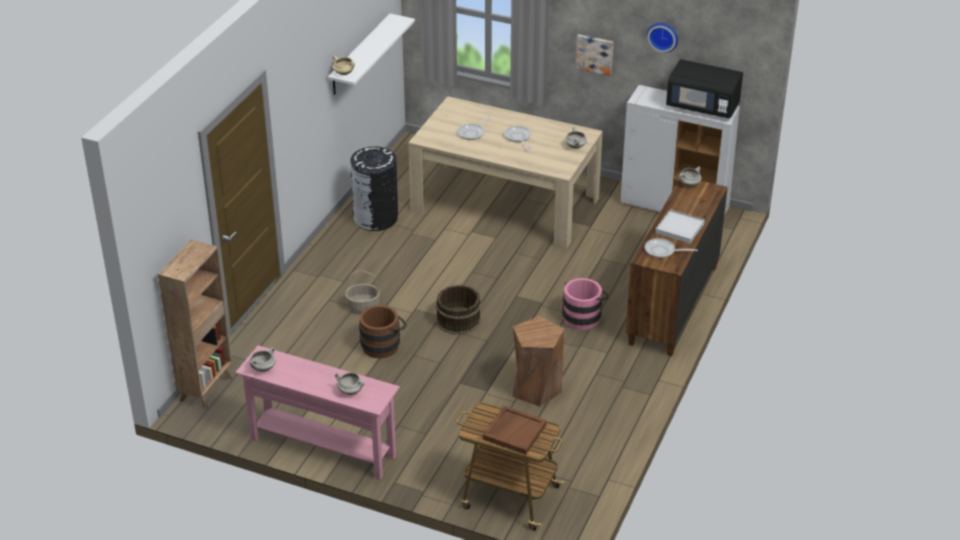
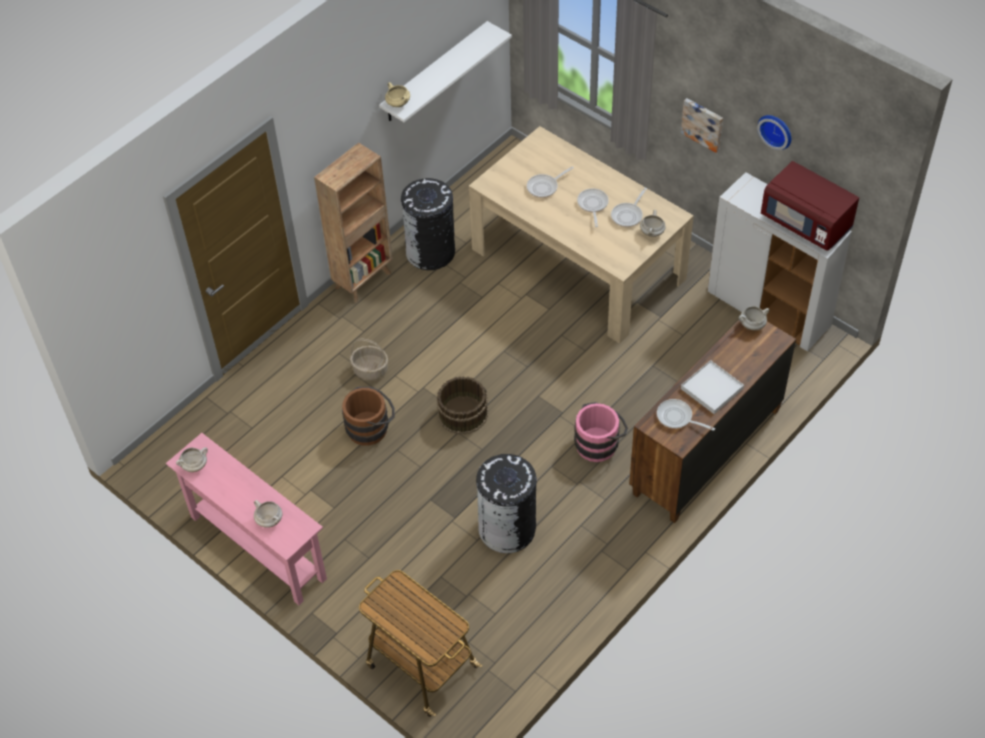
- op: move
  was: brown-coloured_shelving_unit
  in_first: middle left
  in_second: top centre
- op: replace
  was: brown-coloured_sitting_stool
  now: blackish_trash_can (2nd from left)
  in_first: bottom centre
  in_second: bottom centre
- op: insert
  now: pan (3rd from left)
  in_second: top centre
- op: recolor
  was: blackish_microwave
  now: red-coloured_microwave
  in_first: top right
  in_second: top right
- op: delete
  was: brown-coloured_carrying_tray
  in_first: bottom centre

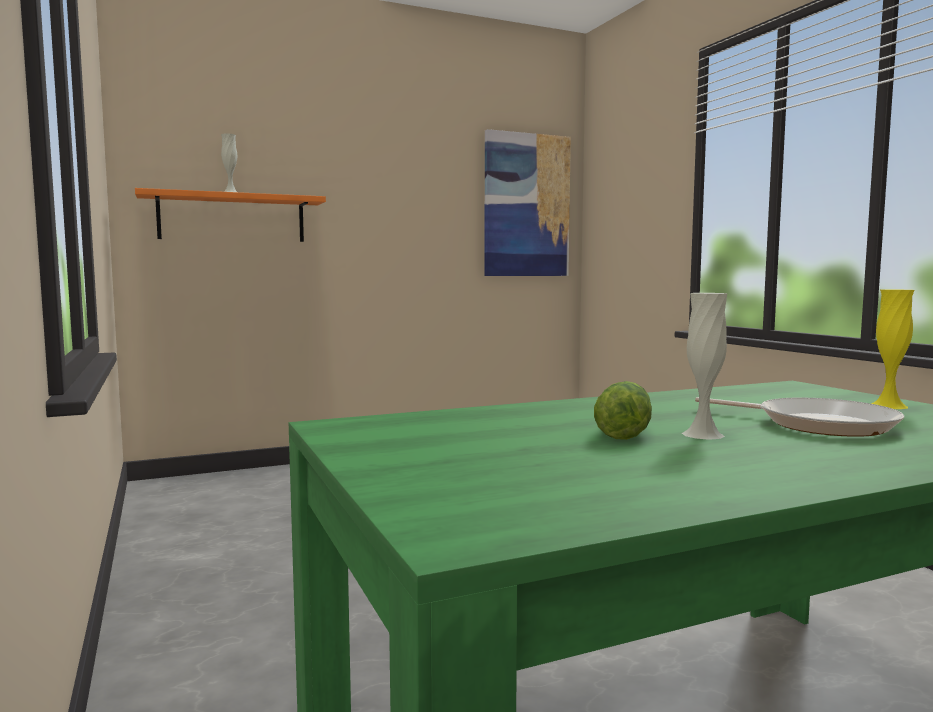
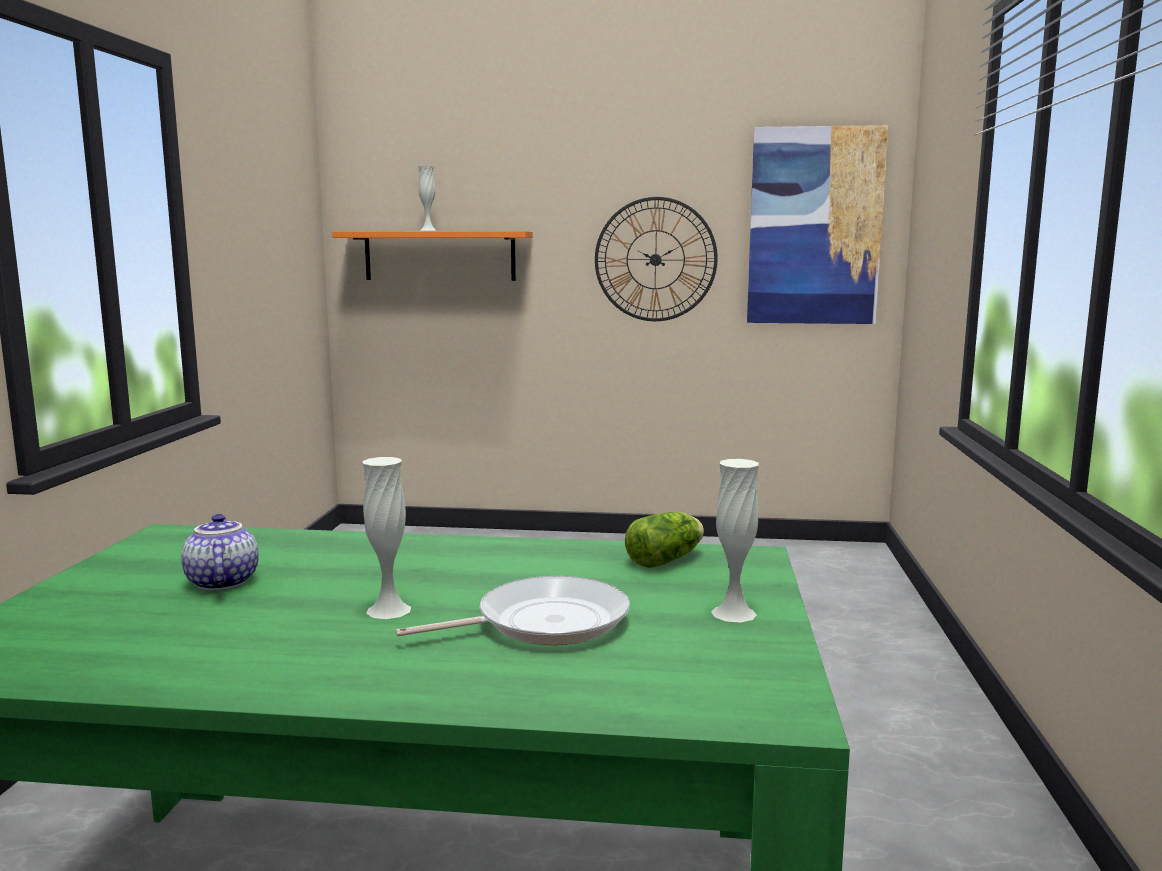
- op: insert
  now: teapot
  in_second: middle left
- op: rotate
  was: pan
  in_first: middle right
  in_second: bottom centre
  clockwise: -90
- op: insert
  now: clock_on_the_wall
  in_second: top centre
- op: move
  was: head_of_lettuce
  in_first: middle right
  in_second: centre
- op: recolor
  was: yellowish_flower_vase
  now: white_flower_vase (3rd from left)
  in_first: middle right
  in_second: centre

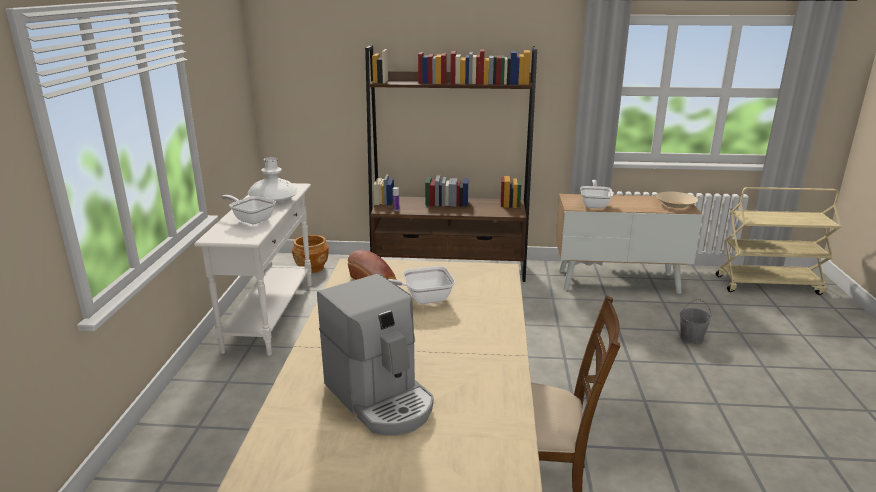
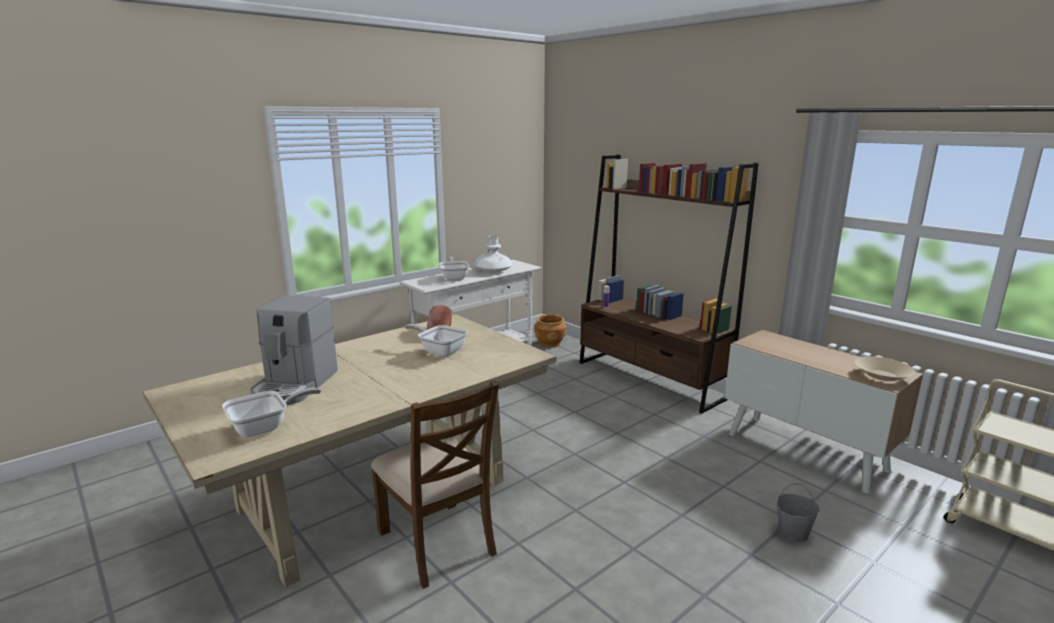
- op: move
  was: pan (3rd from left in the first image)
  now: pan (1st from left)
  in_first: middle right
  in_second: middle left

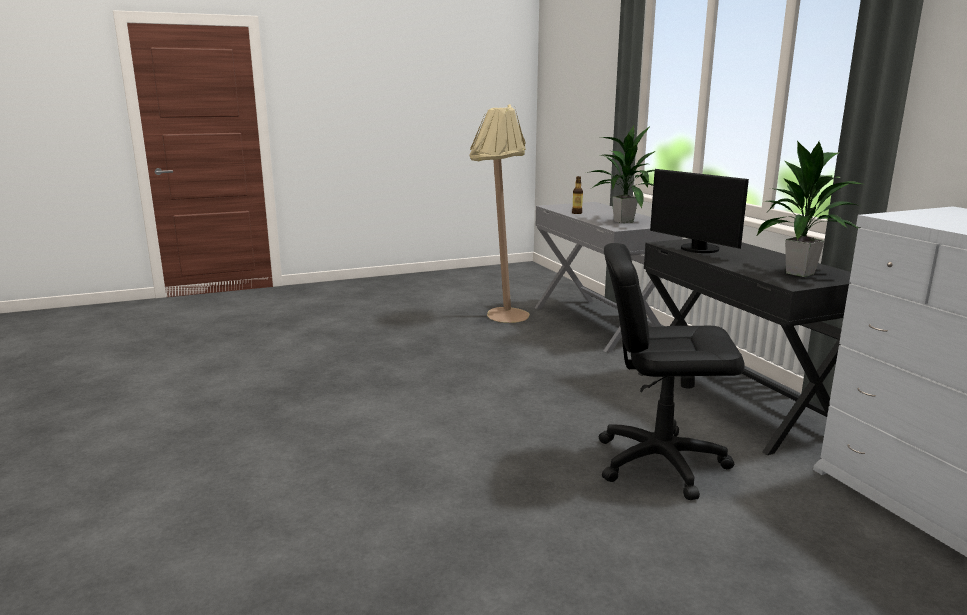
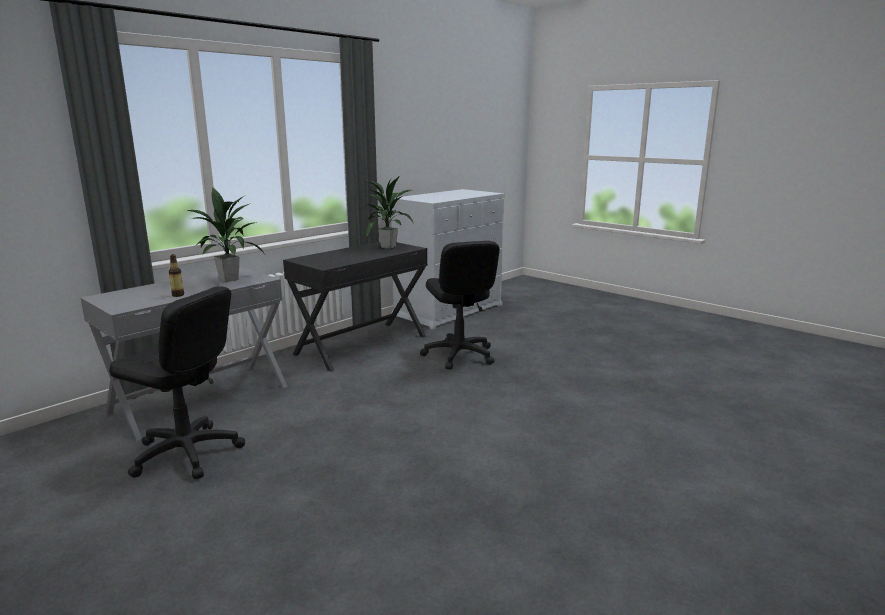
- op: replace
  was: beige_floor_lamp
  now: blackish_computer_chair (1st from left)
  in_first: centre
  in_second: middle left
- op: delete
  was: monitor
  in_first: middle right

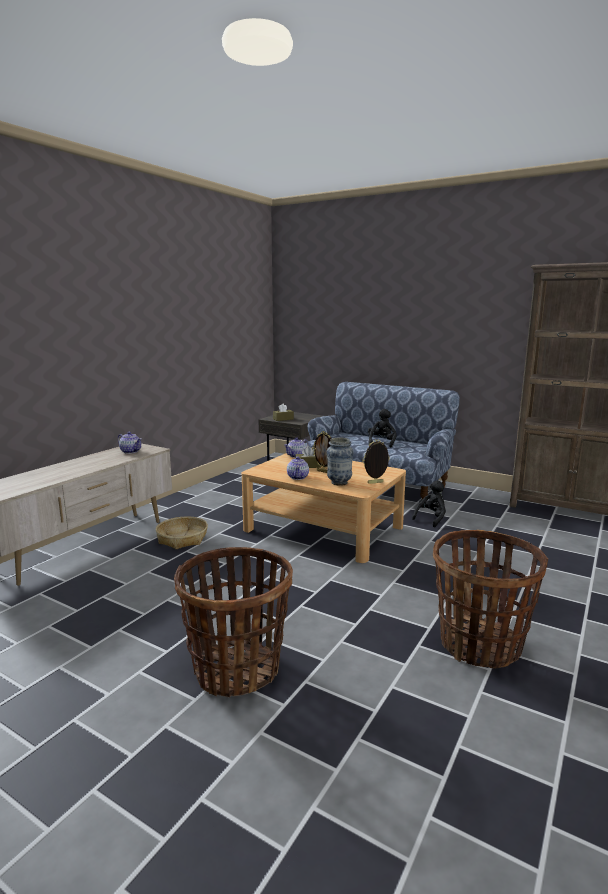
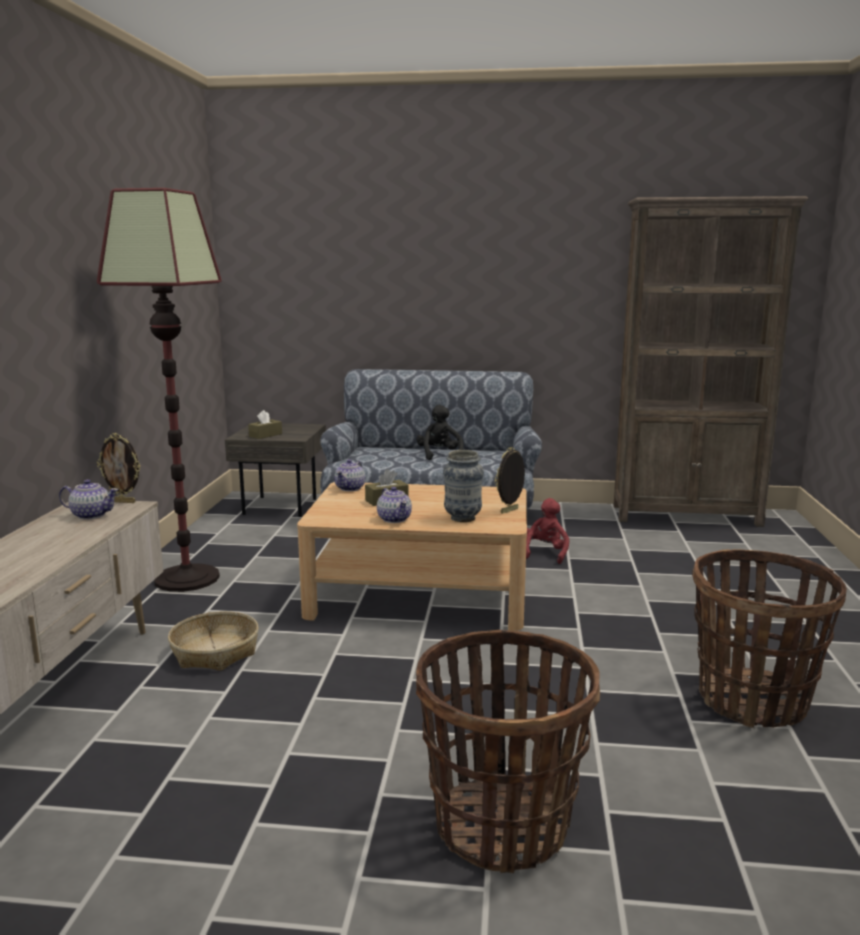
- op: insert
  now: floor_lamp
  in_second: middle left
- op: move
  was: standing_frame (1st from left)
  in_first: centre
  in_second: middle left
- op: recolor
  was: blackish_plush_toy (2nd from left)
  now: red-coloured_plush_toy
  in_first: middle right
  in_second: centre

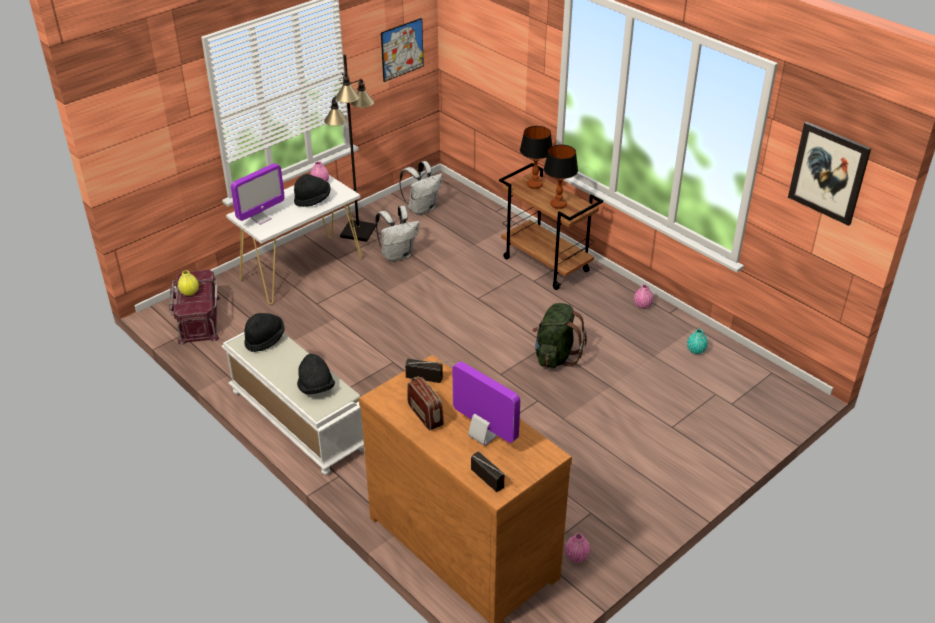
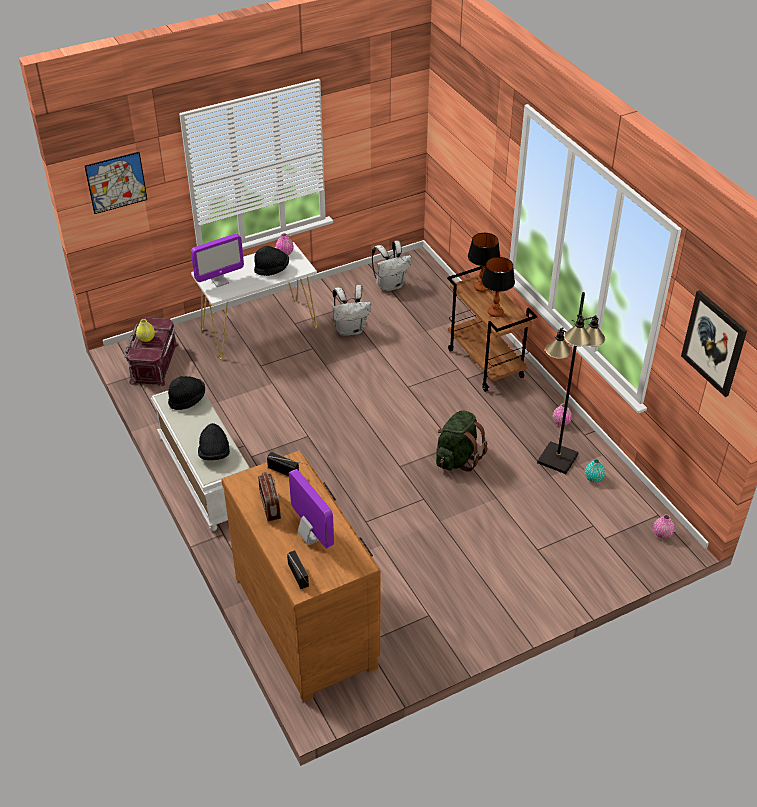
- op: move
  was: picture (1st from left)
  in_first: top centre
  in_second: top left
- op: move
  was: blackish_floor_lamp
  in_first: top centre
  in_second: middle right
- op: move
  was: pink_flower_vase (2nd from left in the first image)
  now: pink_flower_vase (3rd from left)
  in_first: bottom centre
  in_second: middle right

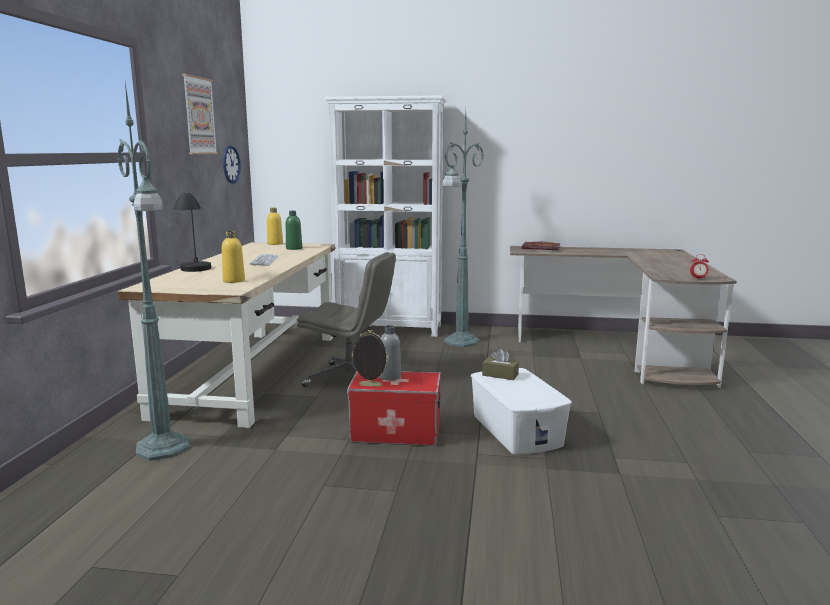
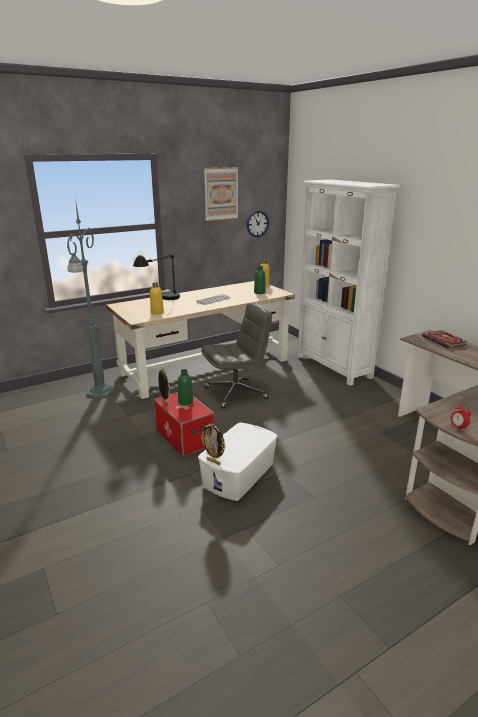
- op: recolor
  was: greyish_drink_bottle
  now: green_drink_bottle (1st from left)
  in_first: centre
  in_second: centre
- op: rotate
  was: greyish_computer_chair
  in_first: centre
  in_second: centre
  clockwise: -90
- op: insert
  now: standing_frame (2nd from left)
  in_second: centre
- op: delete
  was: green_floor_lamp (2nd from left)
  in_first: centre
- op: delete
  was: brown-coloured_tissue_box
  in_first: centre

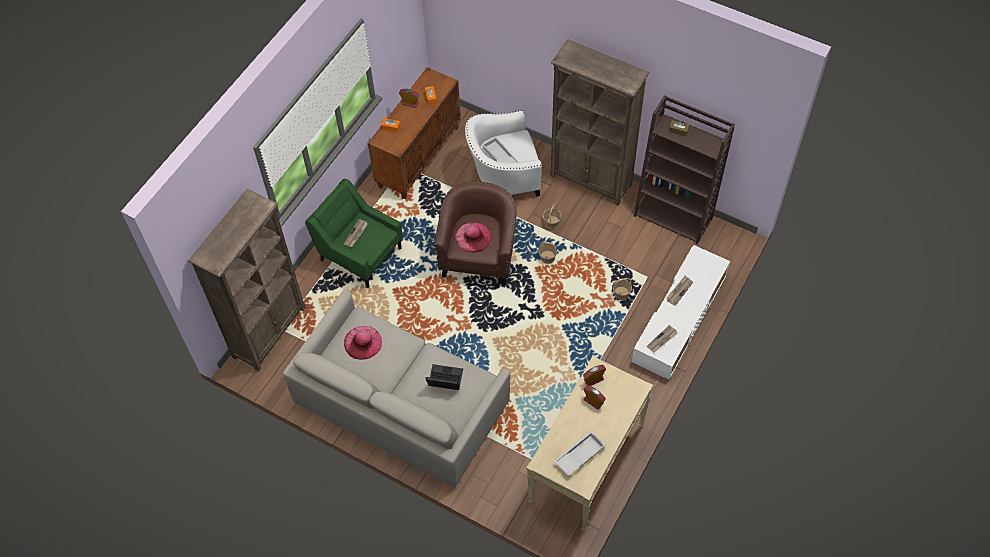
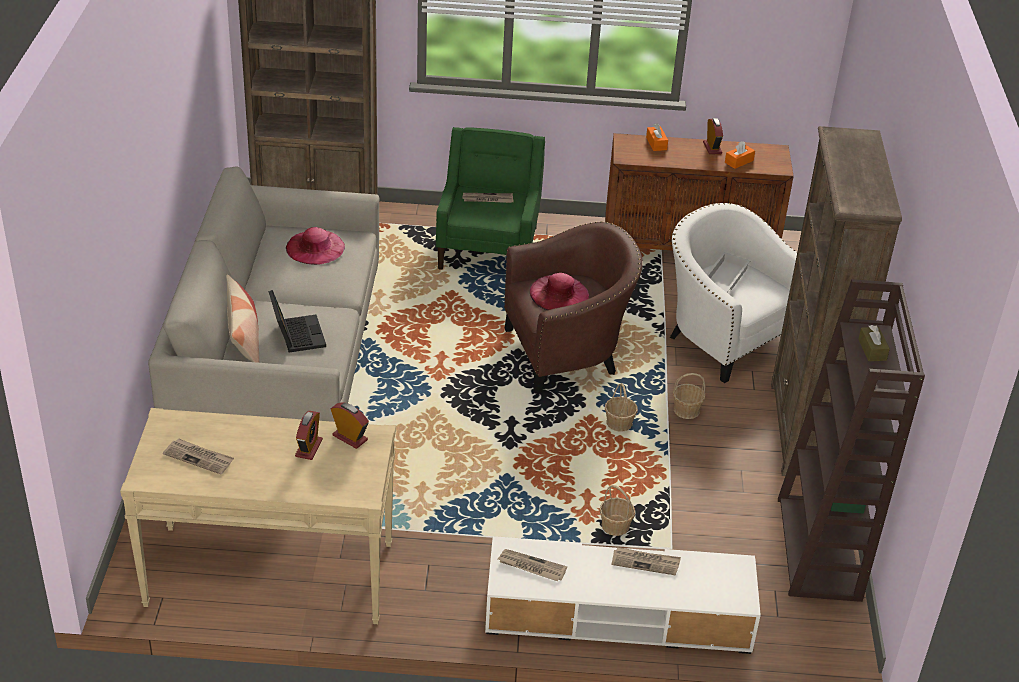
- op: replace
  was: white_carrying_tray (2nd from left)
  now: printed_paper (1st from left)
  in_first: bottom centre
  in_second: bottom left
- op: insert
  now: throw_pillow
  in_second: middle left

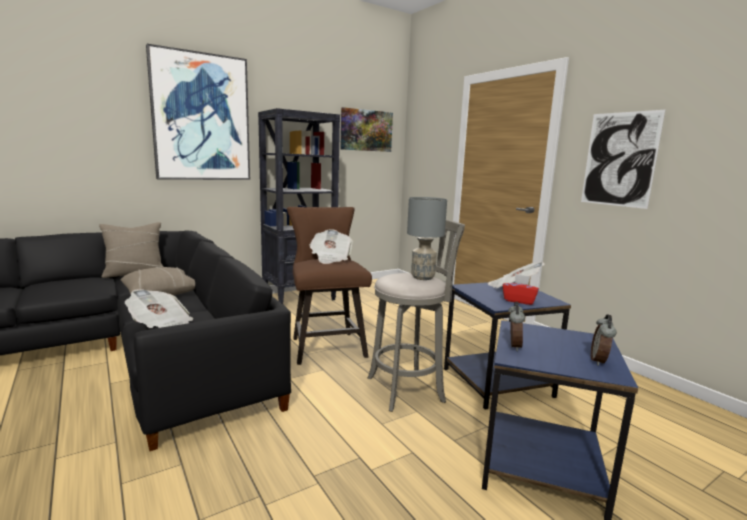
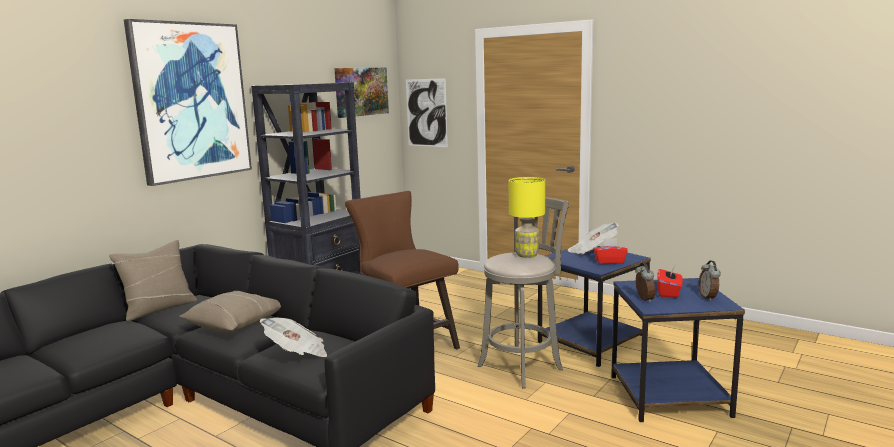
- op: move
  was: picture (3rd from left)
  in_first: top right
  in_second: top centre
- op: recolor
  was: greyish_tabletop_lamp
  now: yellowish_tabletop_lamp
  in_first: centre
  in_second: centre
- op: insert
  now: red-coloured_tissue_box (2nd from left)
  in_second: middle right
- op: delete
  was: printed_paper (2nd from left)
  in_first: centre

